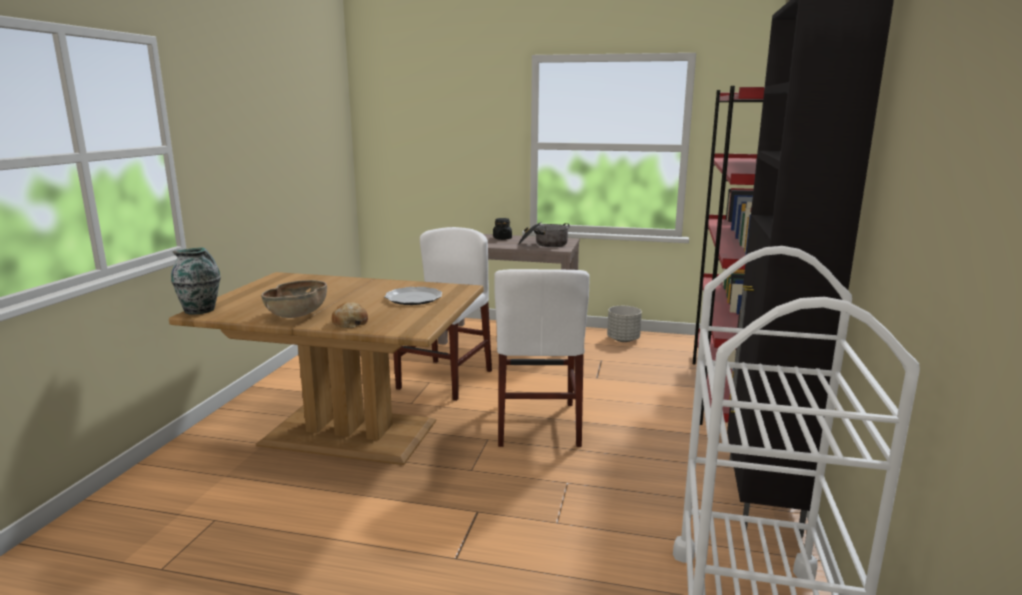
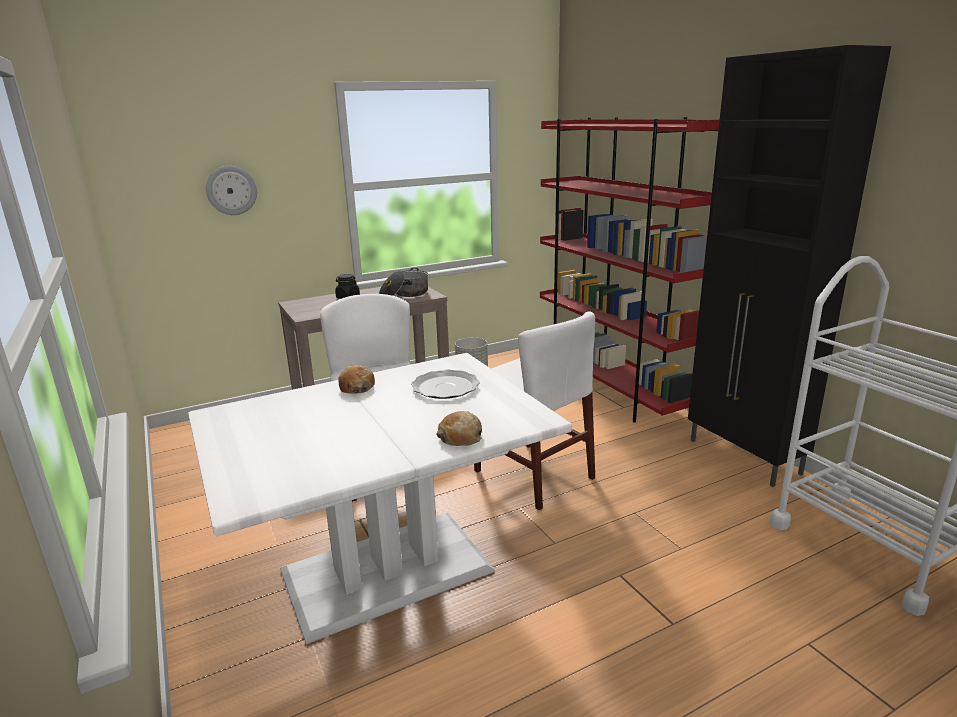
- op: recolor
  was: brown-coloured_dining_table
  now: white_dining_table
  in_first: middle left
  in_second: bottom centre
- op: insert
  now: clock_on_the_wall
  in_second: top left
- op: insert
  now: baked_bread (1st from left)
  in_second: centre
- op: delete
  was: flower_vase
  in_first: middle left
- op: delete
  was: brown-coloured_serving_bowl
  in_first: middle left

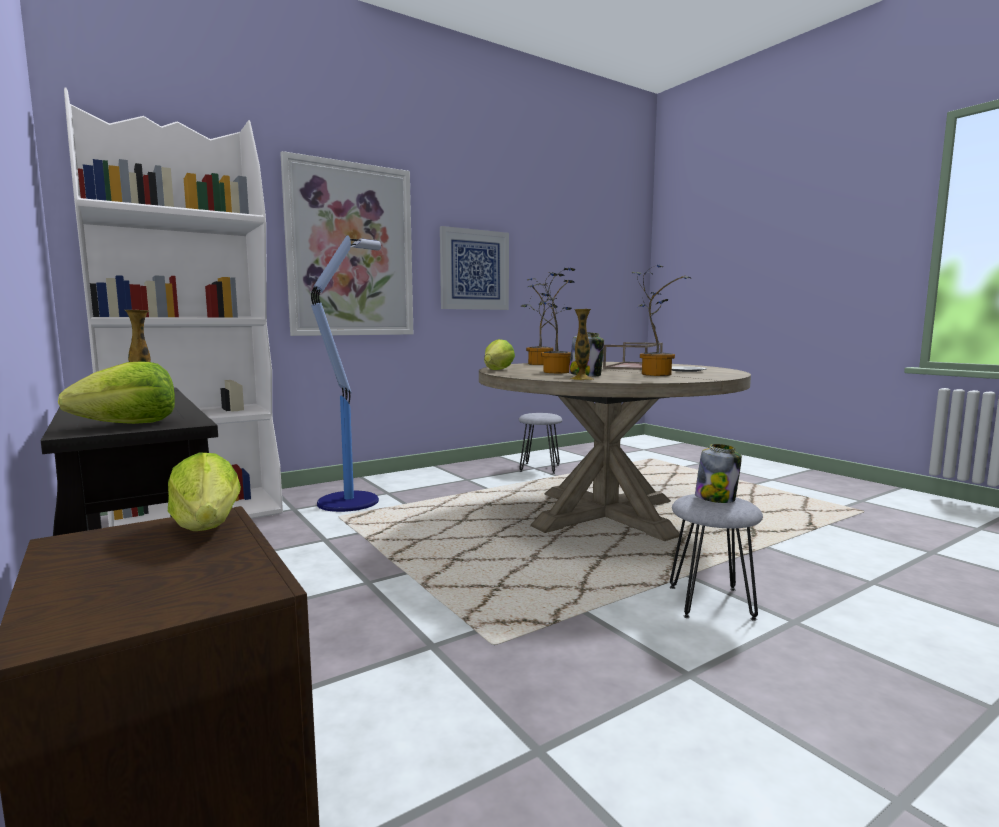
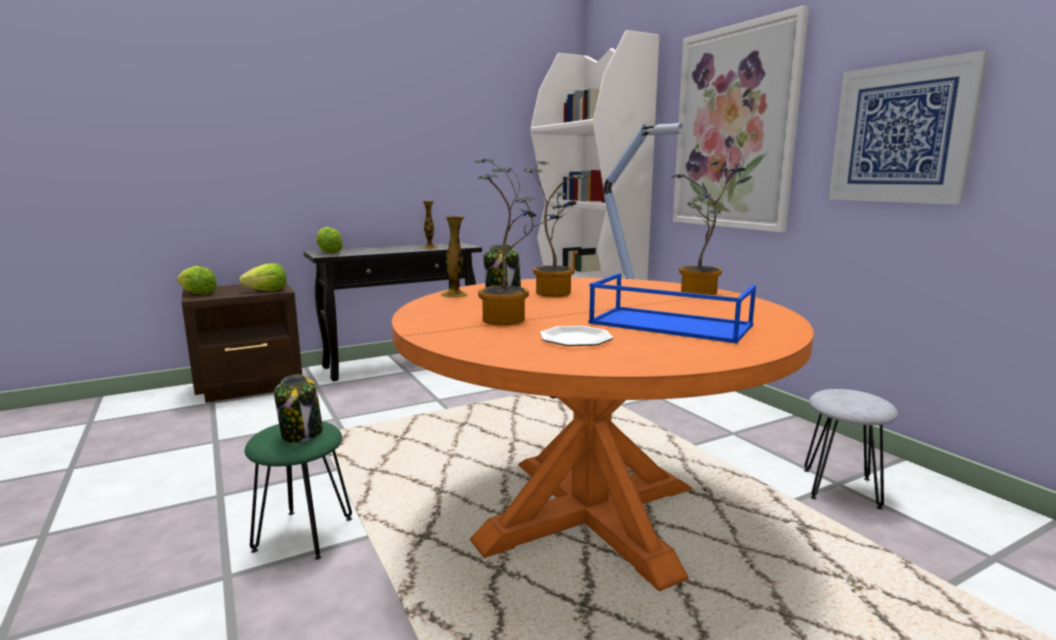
- op: move
  was: head_of_lettuce (3rd from left in the first image)
  now: head_of_lettuce (1st from left)
  in_first: centre
  in_second: middle left
- op: recolor
  was: greyish_sitting_stool (2nd from left)
  now: green_sitting_stool
  in_first: bottom right
  in_second: bottom left
- op: recolor
  was: beige_dining_table
  now: orange-coloured_dining_table
  in_first: centre
  in_second: bottom centre
- op: recolor
  was: brown-coloured_carrying_tray
  now: blue_carrying_tray
  in_first: centre
  in_second: centre

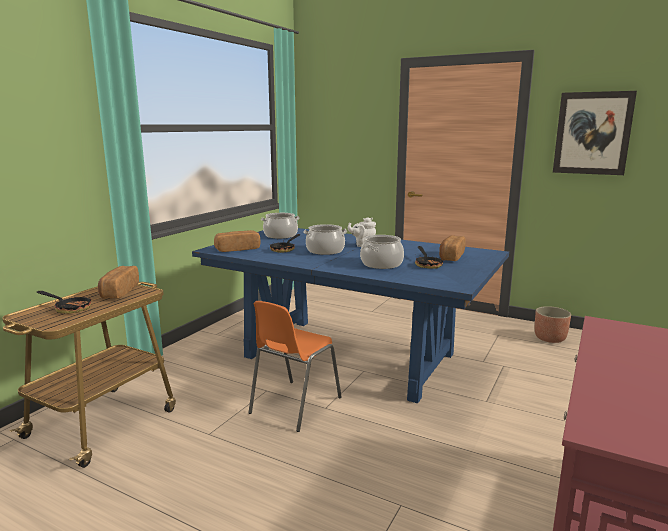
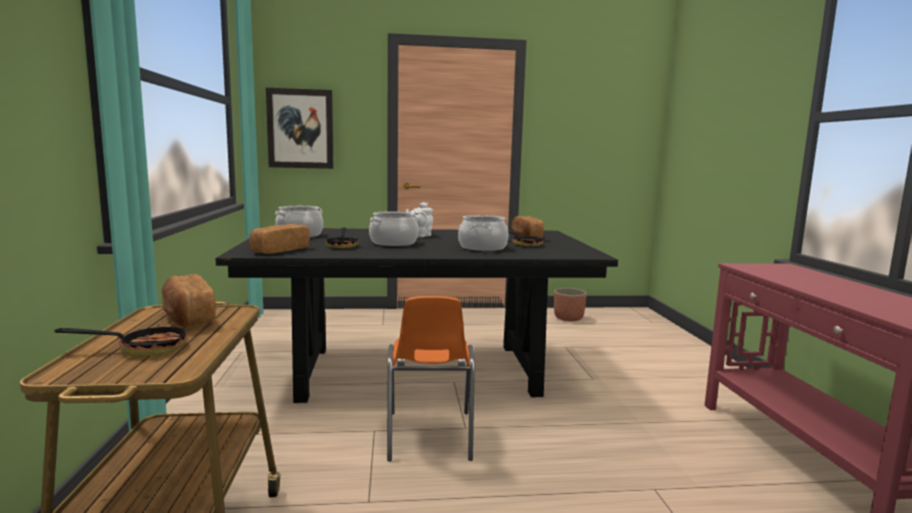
- op: recolor
  was: blue_dining_table
  now: blackish_dining_table
  in_first: centre
  in_second: centre
- op: move
  was: picture
  in_first: top right
  in_second: top left

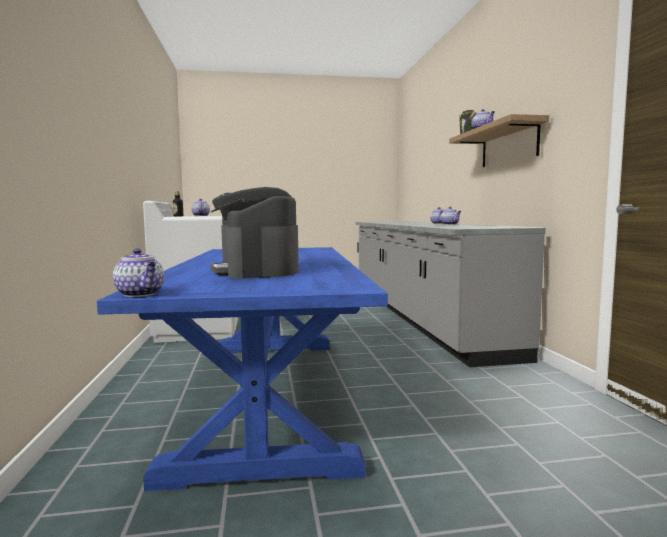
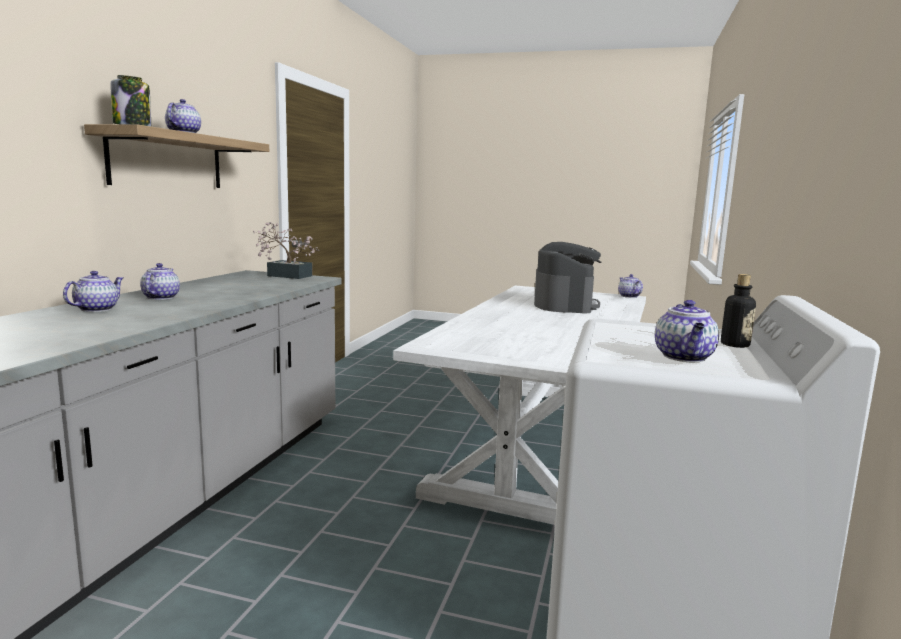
- op: insert
  now: potted_plant
  in_second: middle left
- op: recolor
  was: blue_dining_table
  now: white_dining_table
  in_first: bottom centre
  in_second: centre

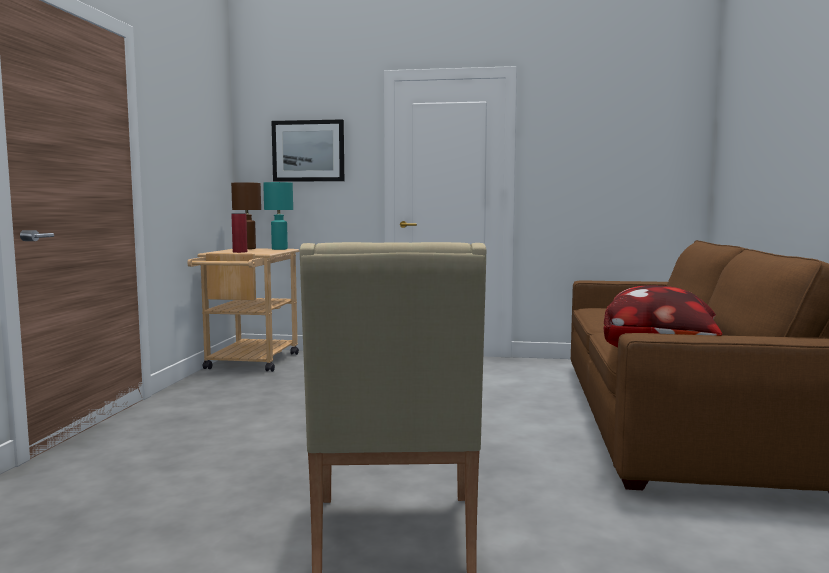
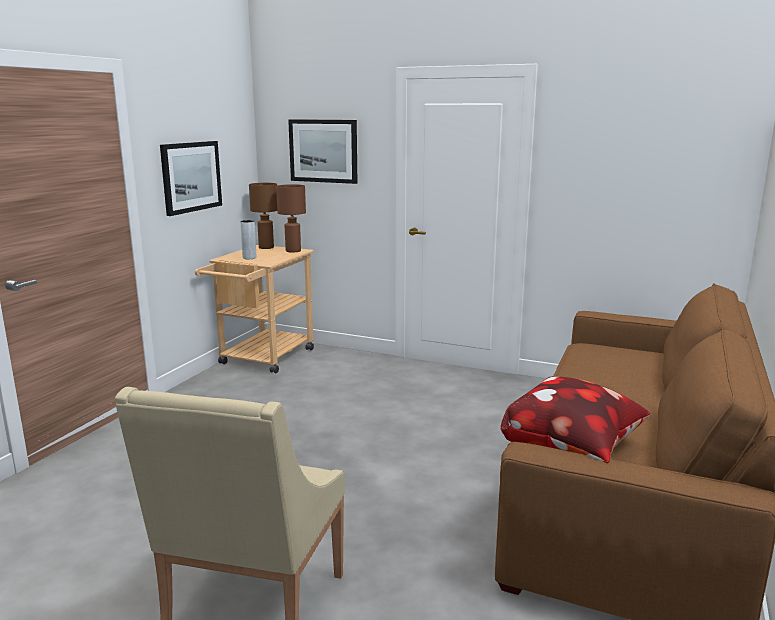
- op: insert
  now: picture (1st from left)
  in_second: top left
- op: recolor
  was: red-coloured_flower_vase
  now: greyish_flower_vase
  in_first: middle left
  in_second: middle left
- op: recolor
  was: turquoise_tabletop_lamp
  now: brown-coloured_tabletop_lamp (2nd from left)
  in_first: centre
  in_second: centre

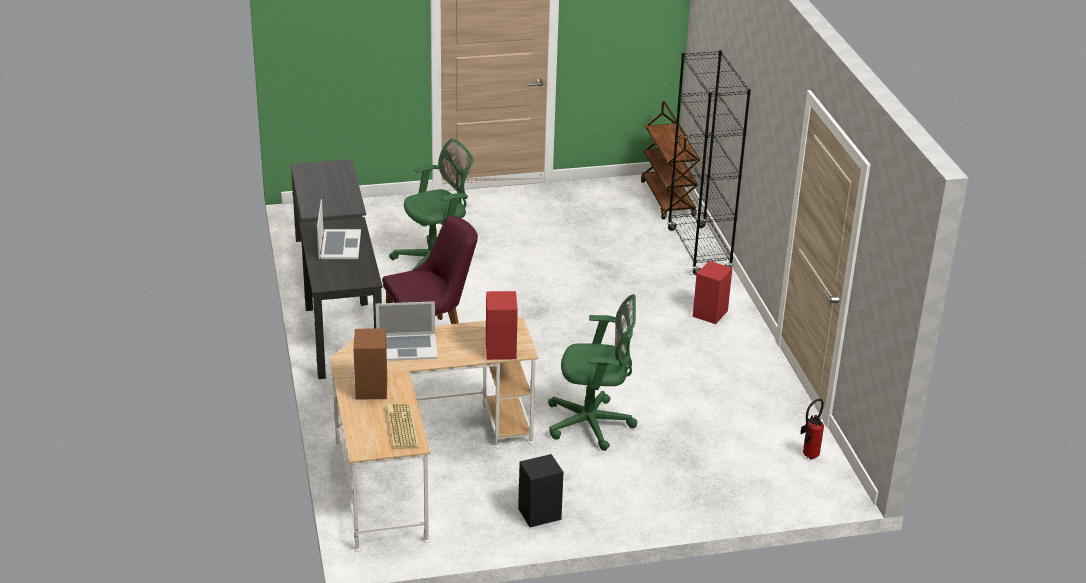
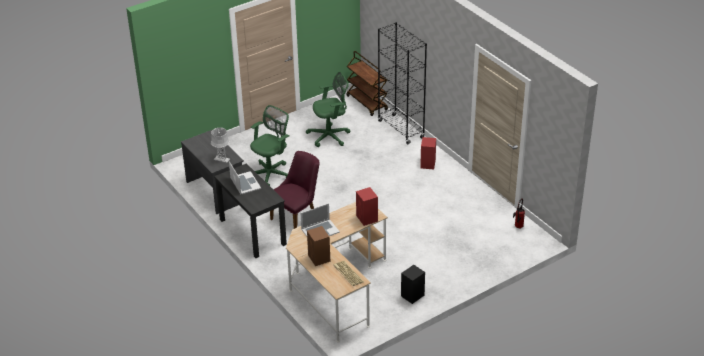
- op: insert
  now: greyish_tabletop_lamp
  in_second: middle left
- op: move
  was: green_computer_chair (2nd from left)
  in_first: centre
  in_second: top centre

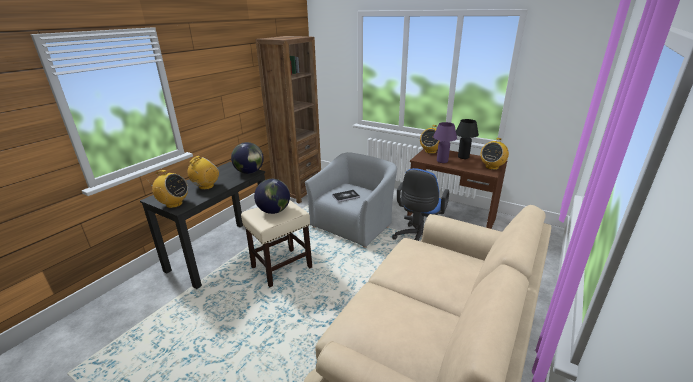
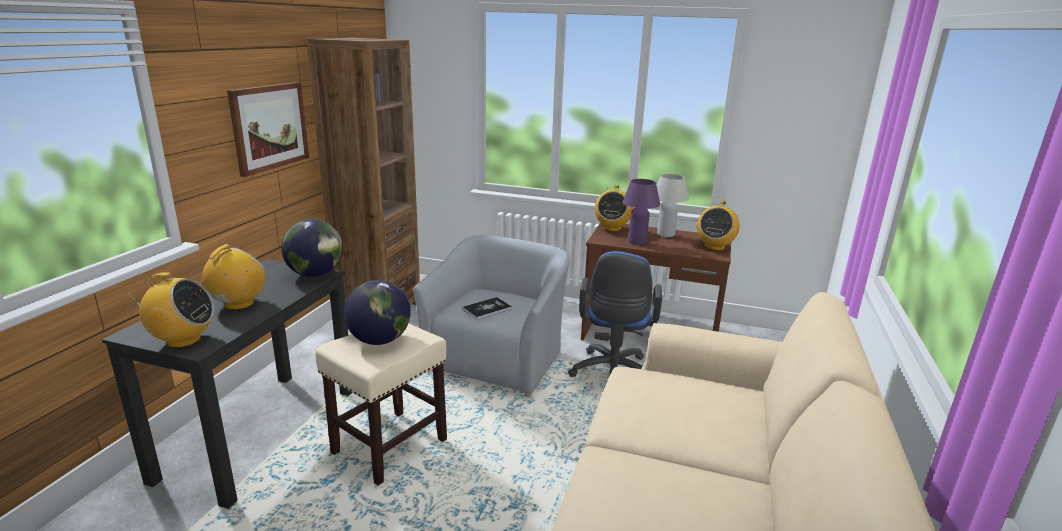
- op: insert
  now: picture
  in_second: top left
- op: recolor
  was: blackish_tabletop_lamp
  now: white_tabletop_lamp
  in_first: middle right
  in_second: centre

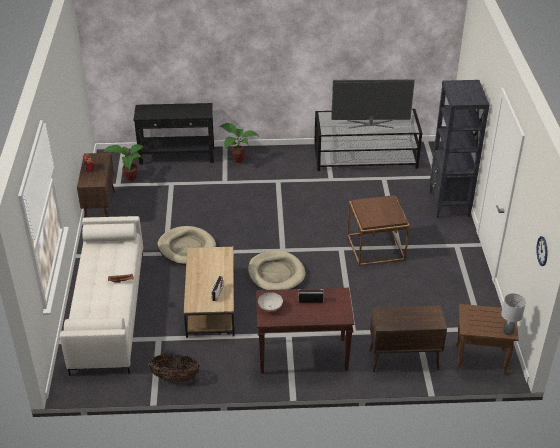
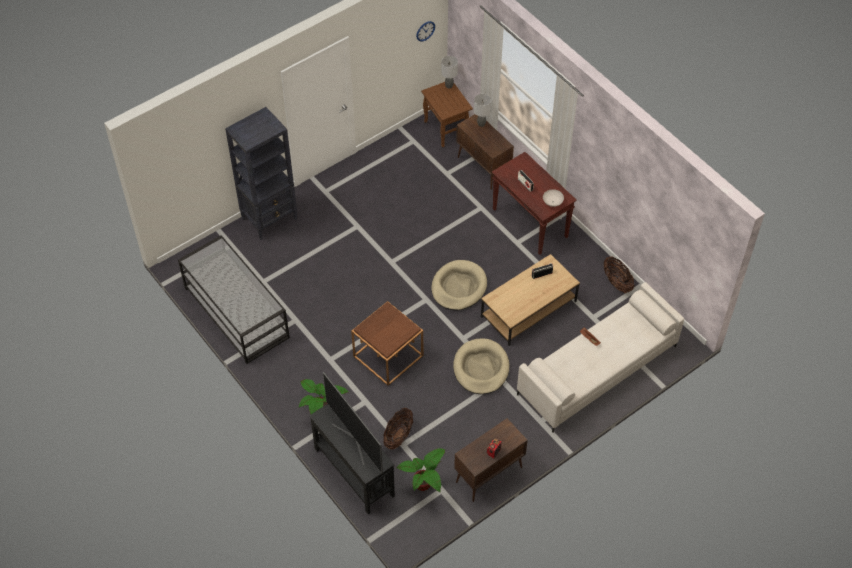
- op: move
  was: television
  in_first: top centre
  in_second: bottom centre
- op: move
  was: brown-coloured_end_table (1st from left)
  in_first: middle right
  in_second: centre
- op: insert
  now: storage_basket (1st from left)
  in_second: bottom centre
- op: insert
  now: greyish_tabletop_lamp (2nd from left)
  in_second: top centre

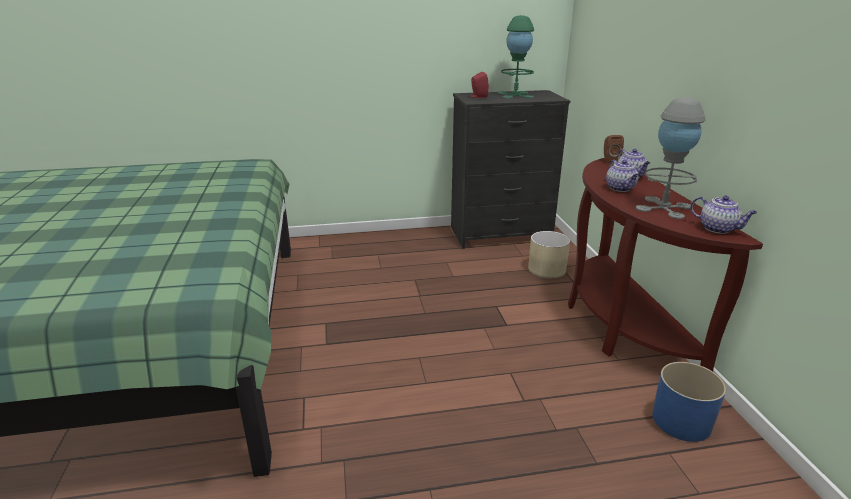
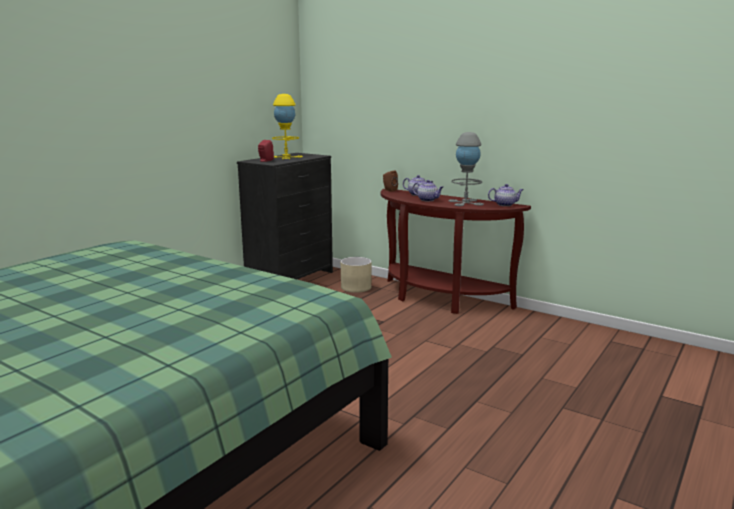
- op: recolor
  was: green_tabletop_lamp
  now: yellowish_tabletop_lamp
  in_first: top centre
  in_second: top centre
- op: delete
  was: blue_plant_pot
  in_first: bottom right

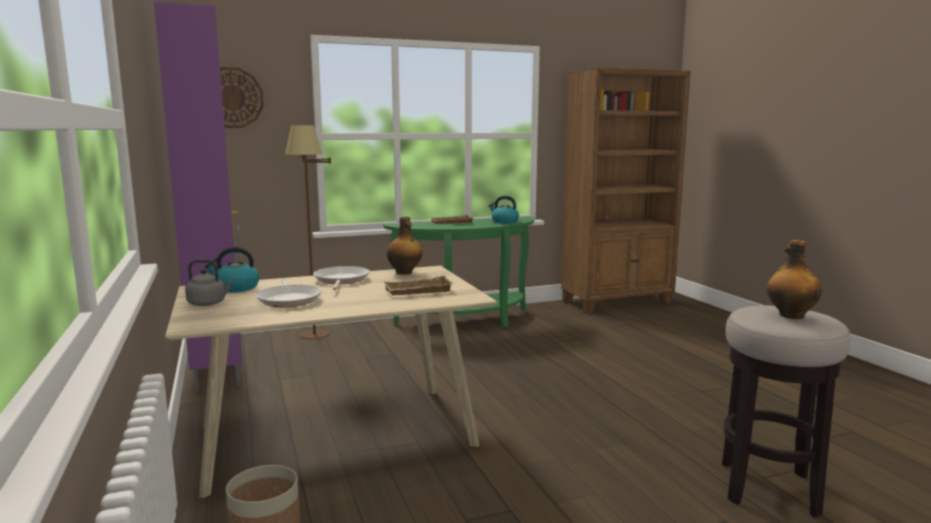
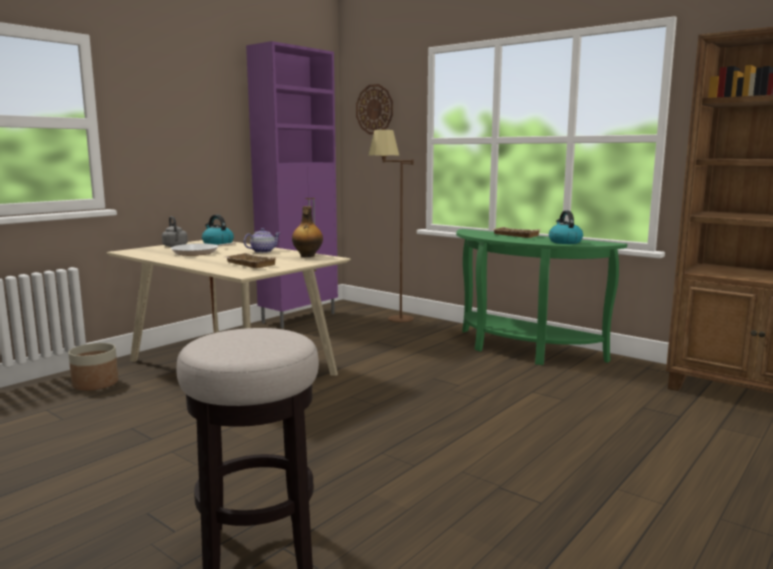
- op: replace
  was: pan (2nd from left)
  now: teapot
  in_first: centre
  in_second: centre
- op: delete
  was: drink_bottle (2nd from left)
  in_first: middle right

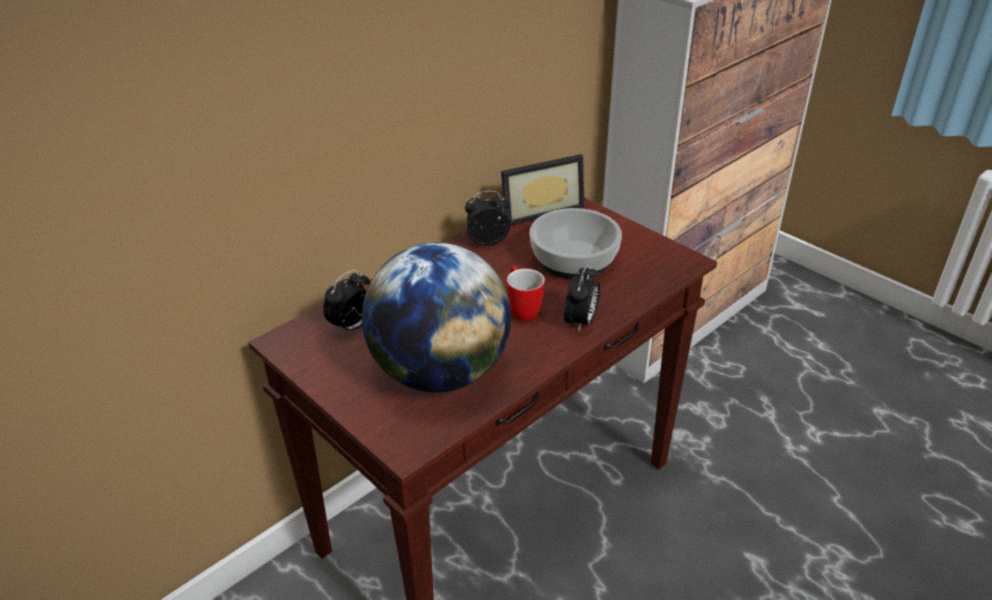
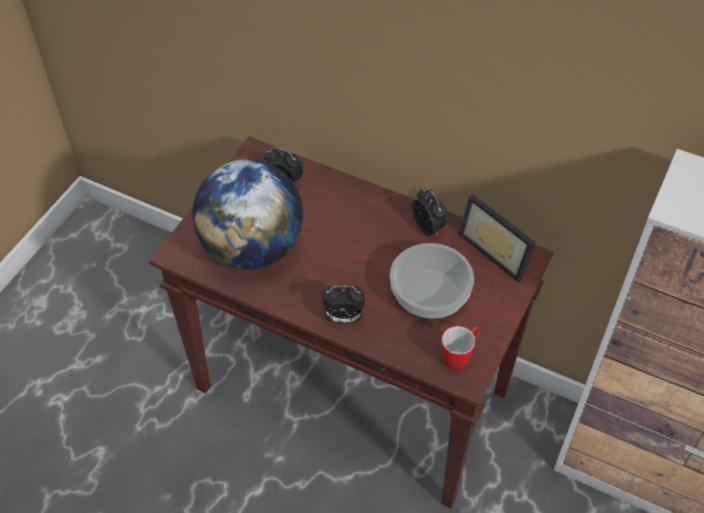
- op: move
  was: tea_mug
  in_first: centre
  in_second: bottom centre

